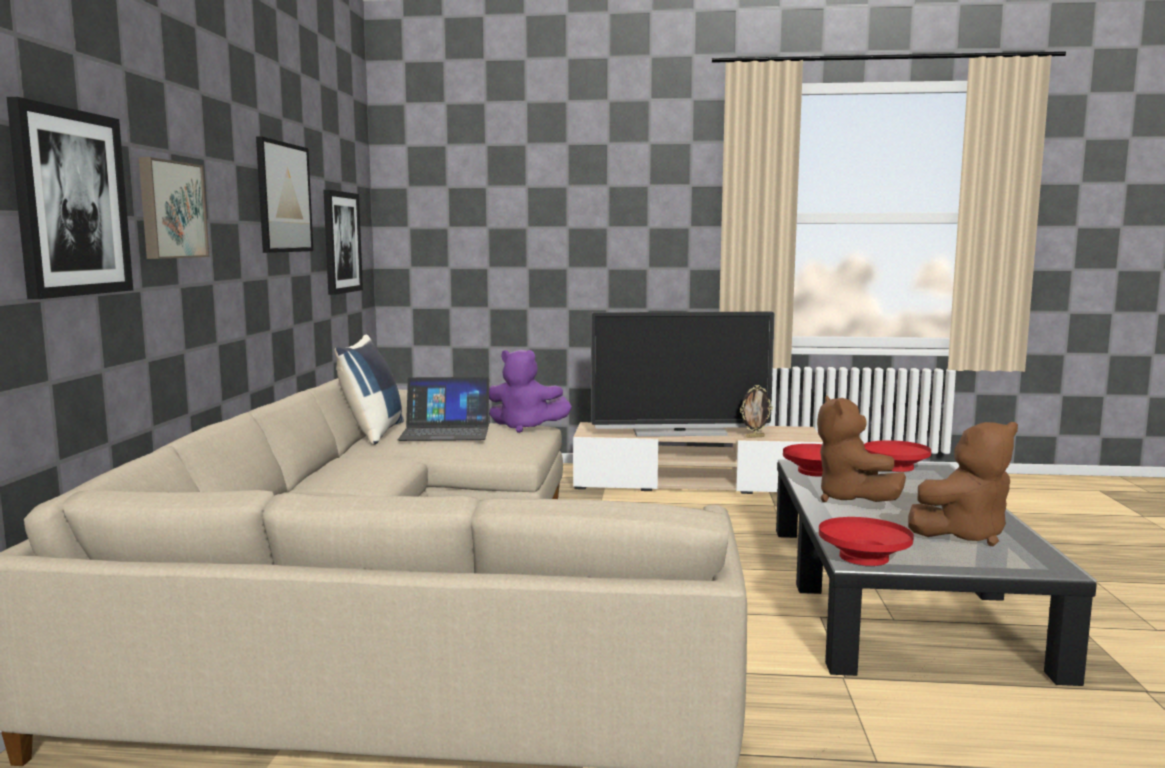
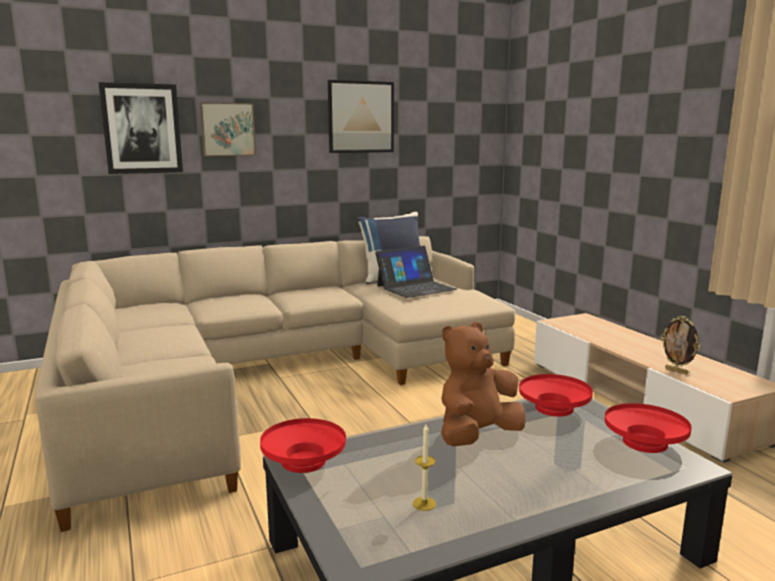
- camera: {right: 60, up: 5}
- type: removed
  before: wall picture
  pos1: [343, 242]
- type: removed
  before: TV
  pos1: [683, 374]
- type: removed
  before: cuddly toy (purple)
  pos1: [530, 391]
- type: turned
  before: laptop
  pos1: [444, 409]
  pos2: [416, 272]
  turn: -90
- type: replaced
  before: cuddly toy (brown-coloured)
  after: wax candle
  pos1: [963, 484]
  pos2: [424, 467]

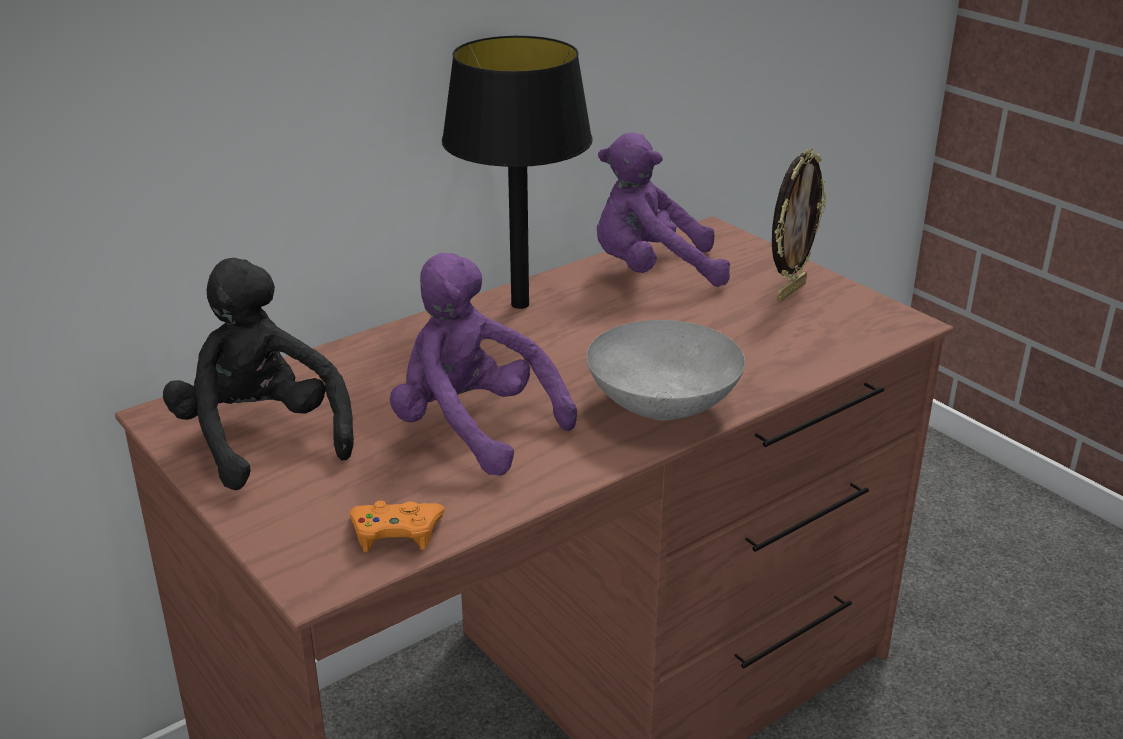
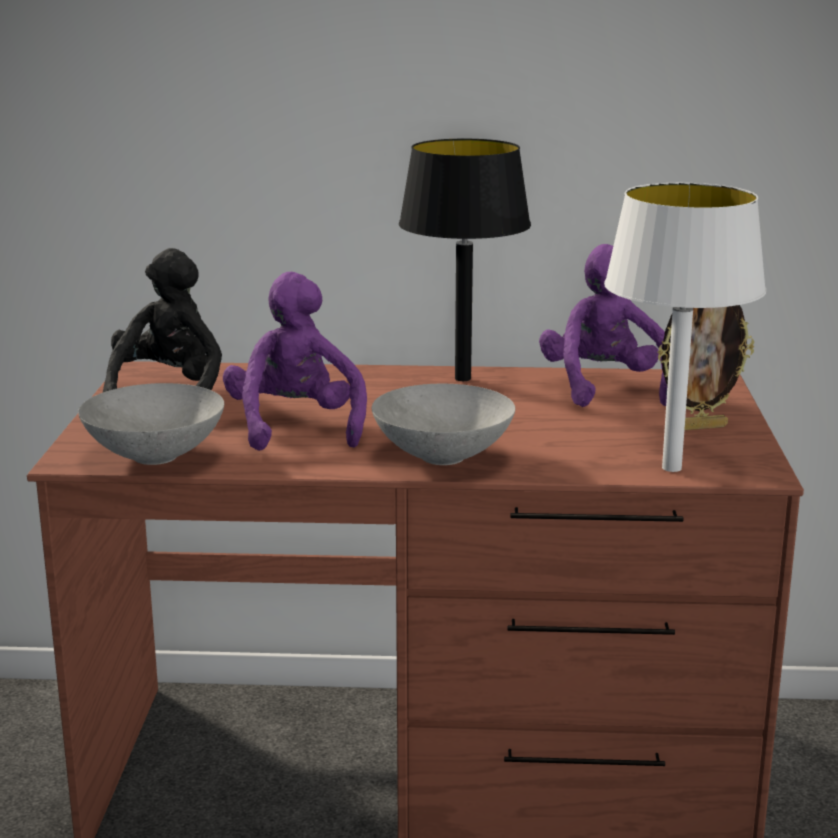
- camera: {right: 40, up: -10}
- type: turned
  before: cuddly toy (purple)
  pos1: [663, 209]
  pos2: [603, 325]
  turn: 45
- type: replaced
  before: gamepad (orange)
  after: bowl (greyish)
  pos1: [397, 526]
  pos2: [151, 424]
- type: added
  after: lamp for a table (whitish)
  pos2: [685, 327]

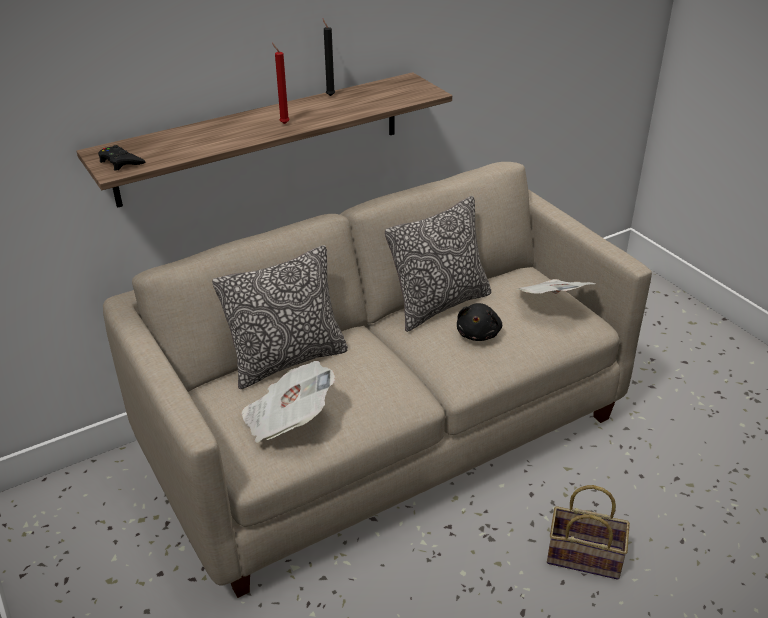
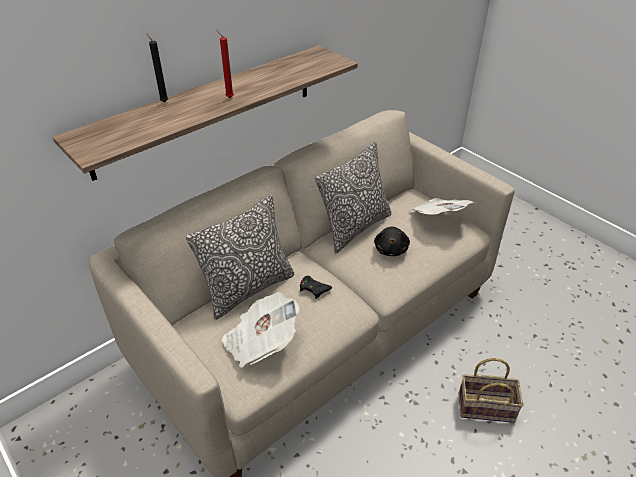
- camera: {right: -10, up: 5}
- type: moved
  before: wax candle (black)
  pos1: [328, 57]
  pos2: [157, 67]
- type: moved
  before: gamepad (black)
  pos1: [121, 158]
  pos2: [316, 287]

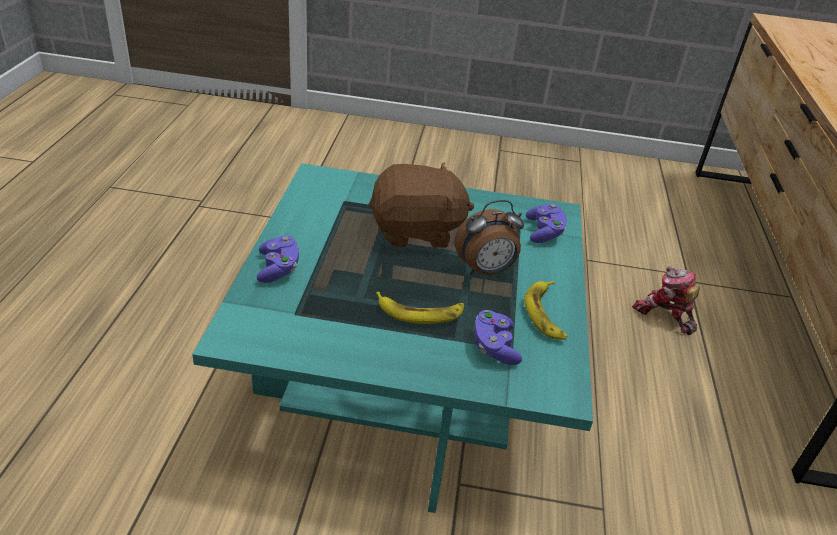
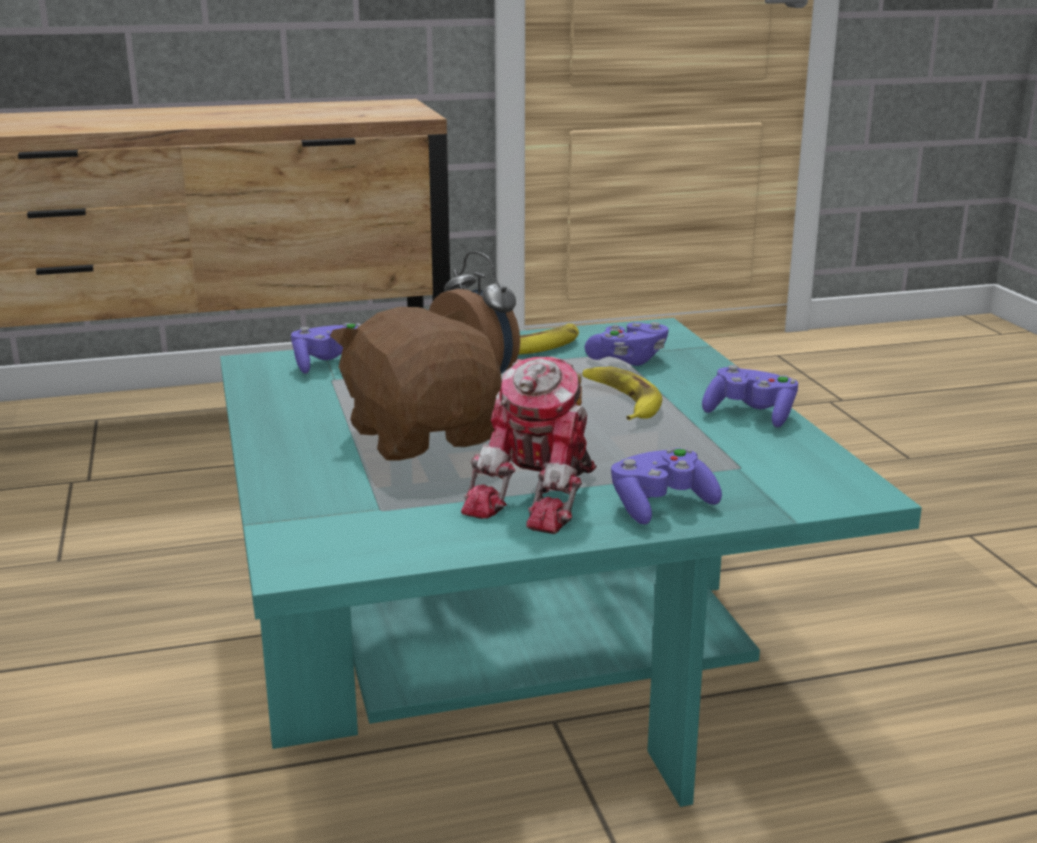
- camera: {right: -110, up: -15}
- type: moved
  before: robot figure
  pos1: [666, 300]
  pos2: [529, 445]
- type: added
  after: gamepad (purple)
  pos2: [750, 396]

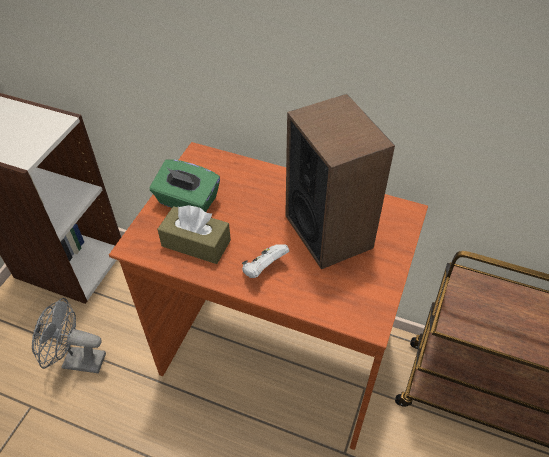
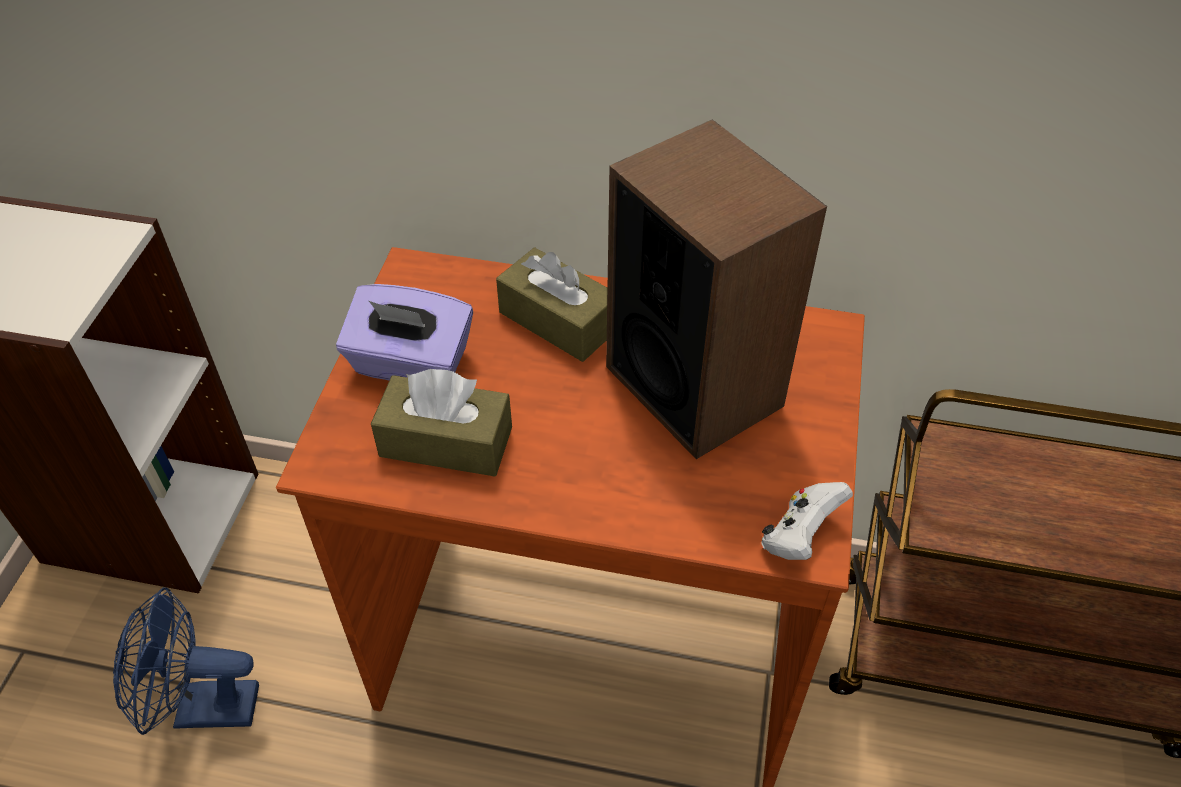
- camera: {right: -10, up: 0}
- type: recoloured
  before: box of tissues (green)
  after: box of tissues (purple)
  pos1: [185, 185]
  pos2: [404, 332]
- type: moved
  before: gamepad (whitish)
  pos1: [265, 261]
  pos2: [807, 521]
- type: recoloured
  before: cooling fan (greyish)
  after: cooling fan (blue-coloured)
  pos1: [69, 335]
  pos2: [186, 661]
- type: added
  after: box of tissues (brown-coloured)
  pos2: [551, 304]

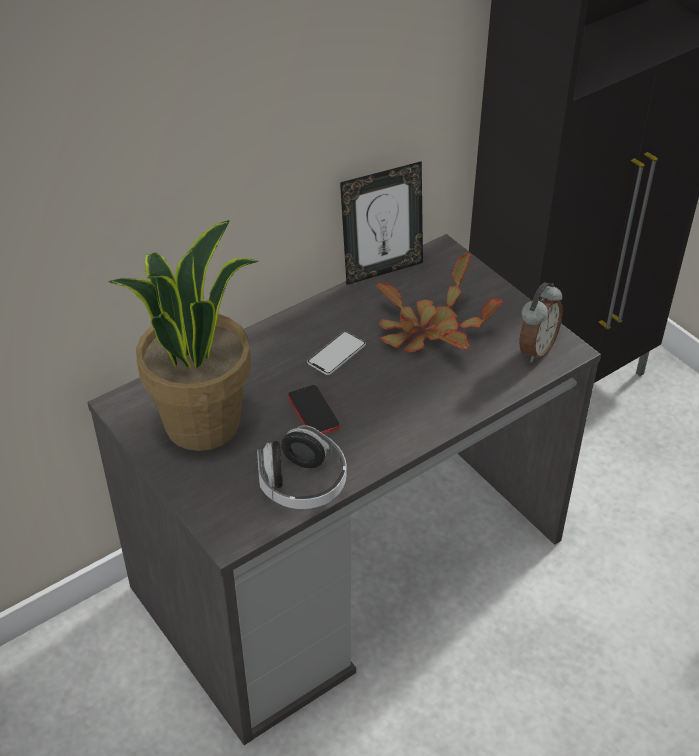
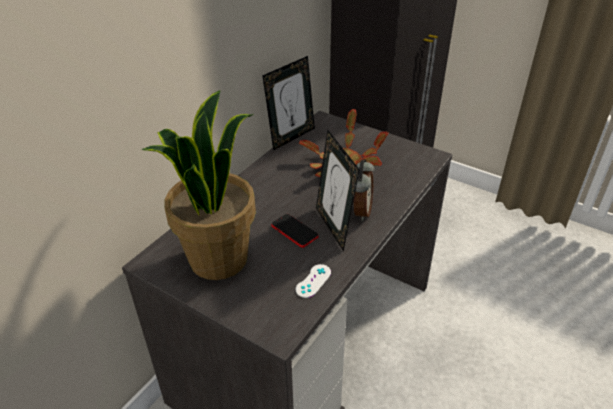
- camera: {right: -20, up: -5}
- type: moved
  before: alarm clock
  pos1: [541, 322]
  pos2: [363, 190]
- type: removed
  before: phone
  pos1: [336, 353]
- type: replaced
  before: headset
  after: gamepad (whitish)
  pos1: [301, 467]
  pos2: [313, 281]
- type: added
  after: photo frame
  pos2: [338, 190]

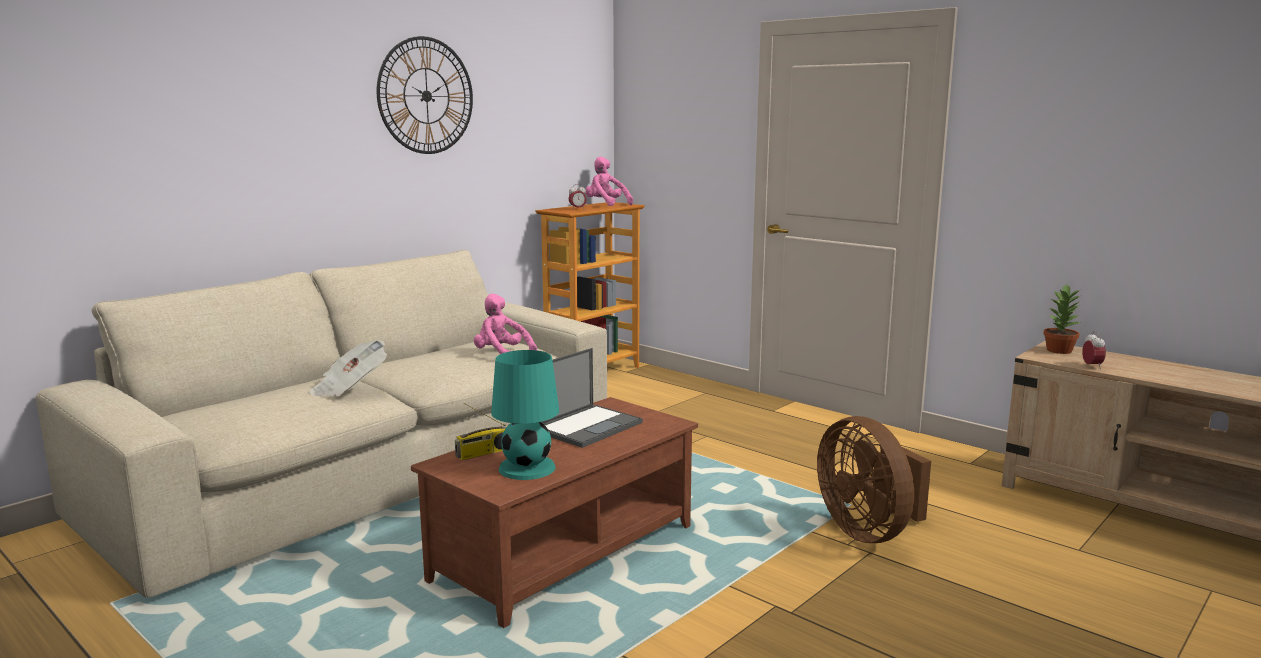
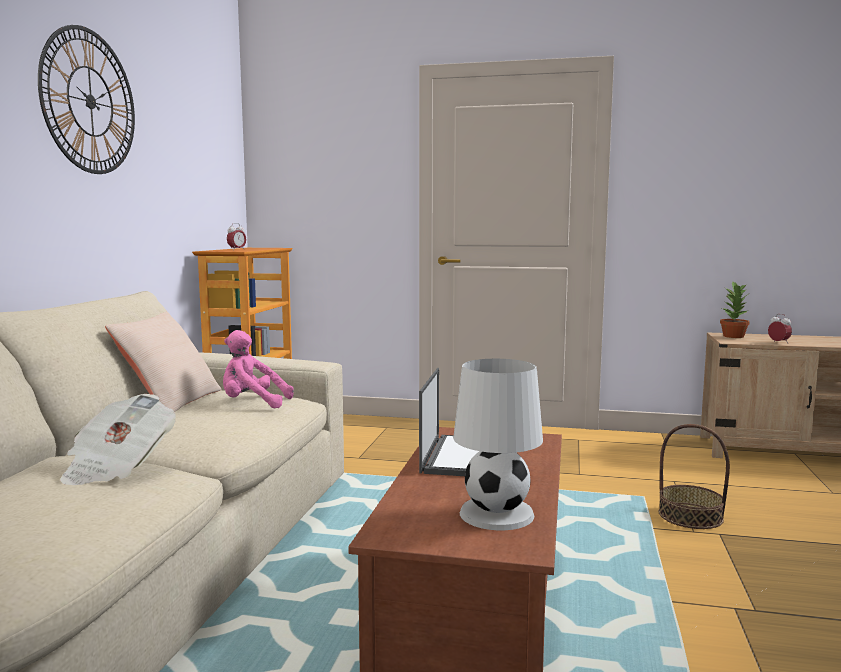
- camera: {right: -30, up: -5}
- type: removed
  before: cuddly toy (pink)
  pos1: [609, 181]
- type: recoloured
  before: lamp for a table (blue-green)
  after: lamp for a table (whitish)
  pos1: [525, 415]
  pos2: [498, 444]
- type: removed
  before: radio set
  pos1: [481, 431]
- type: replaced
  before: cooling fan (brown-coloured)
  after: basket
  pos1: [874, 479]
  pos2: [694, 476]
- type: added
  after: pillow (sand-coloured)
  pos2: [163, 362]

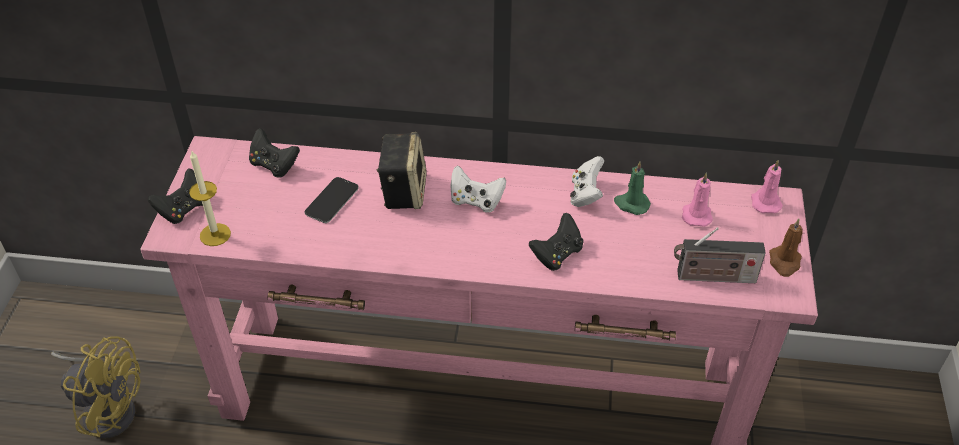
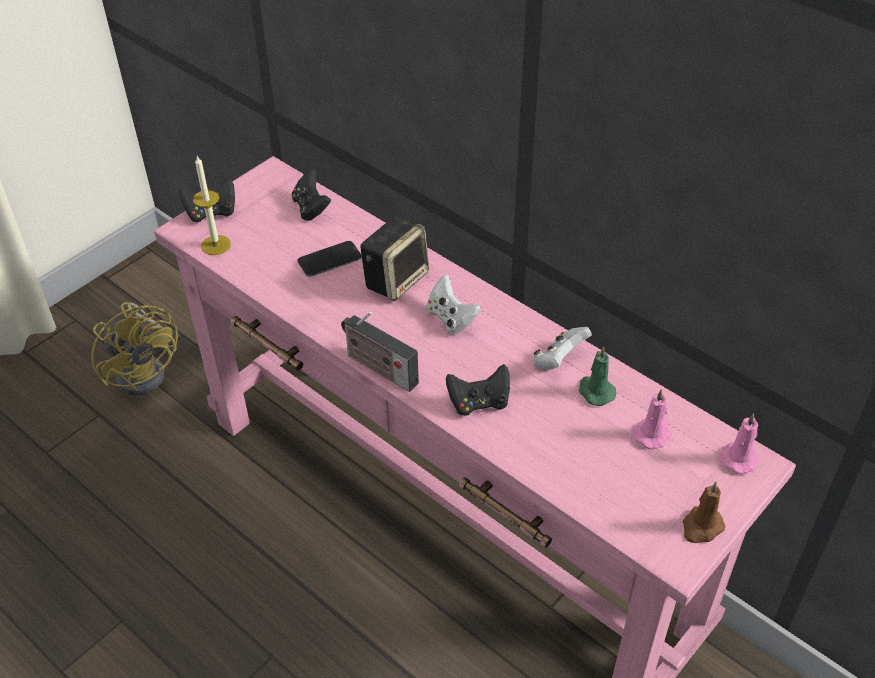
- camera: {right: 35, up: 0}
- type: moved
  before: radio set
  pos1: [720, 255]
  pos2: [380, 352]

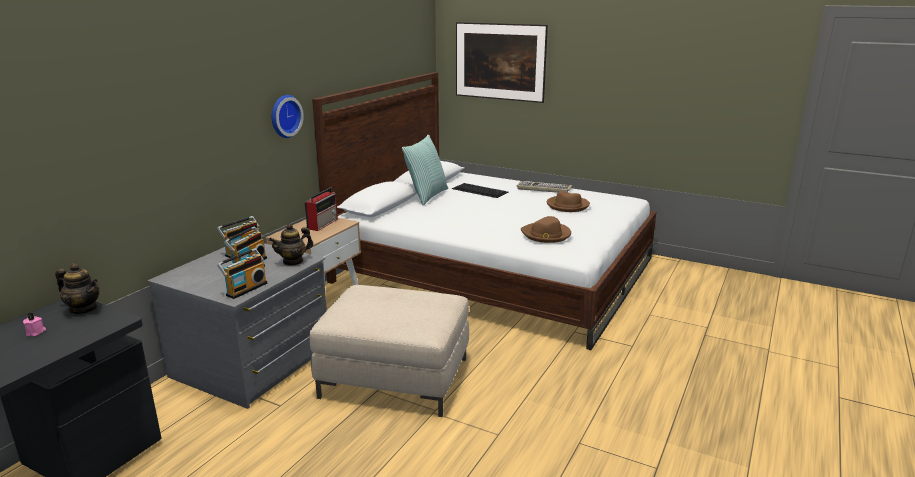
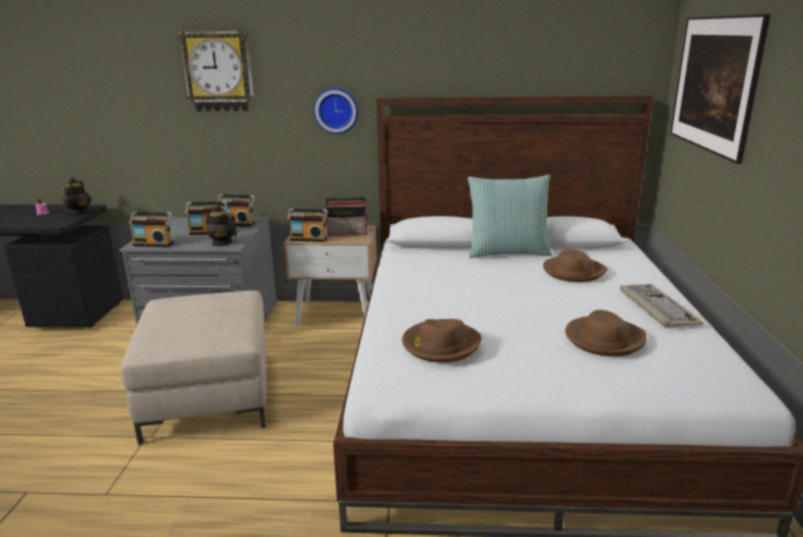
- camera: {right: 65, up: 0}
- type: replaced
  before: keyboard
  after: clothing hat (brown-coloured)
  pos1: [480, 190]
  pos2: [575, 265]
- type: added
  after: clock on the wall
  pos2: [216, 71]
- type: added
  after: radio set
  pos2: [307, 225]

